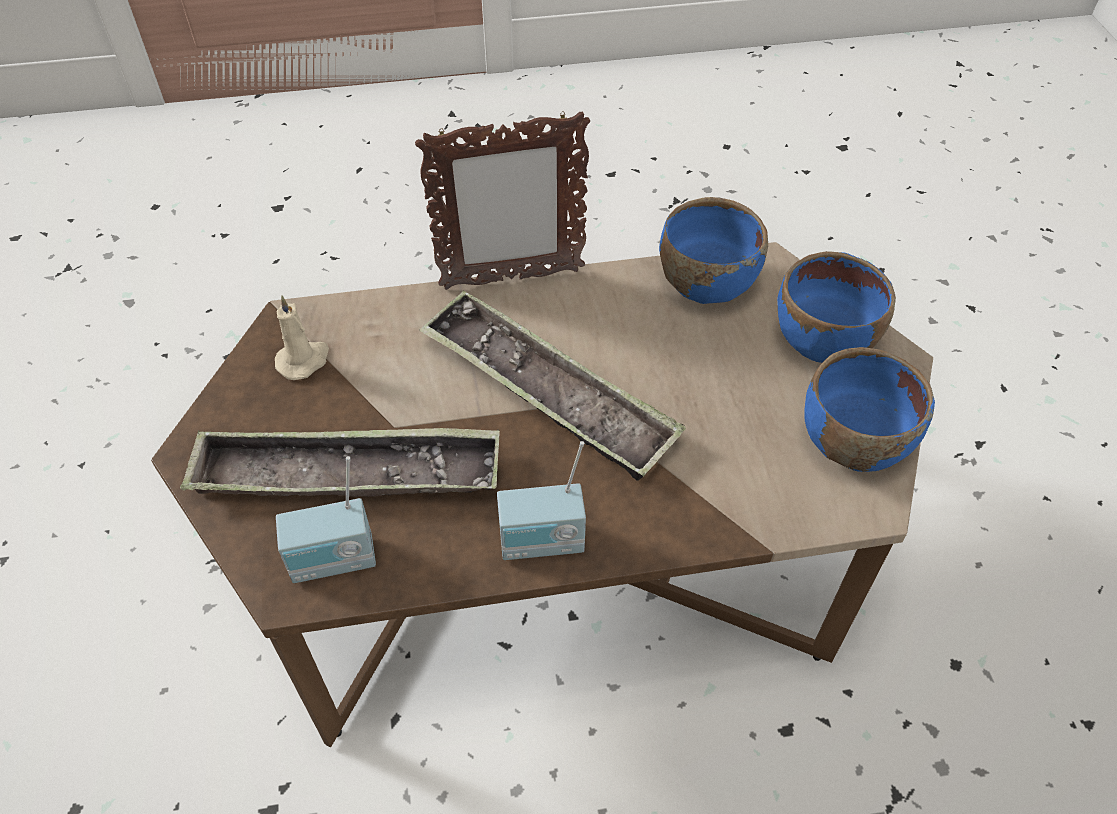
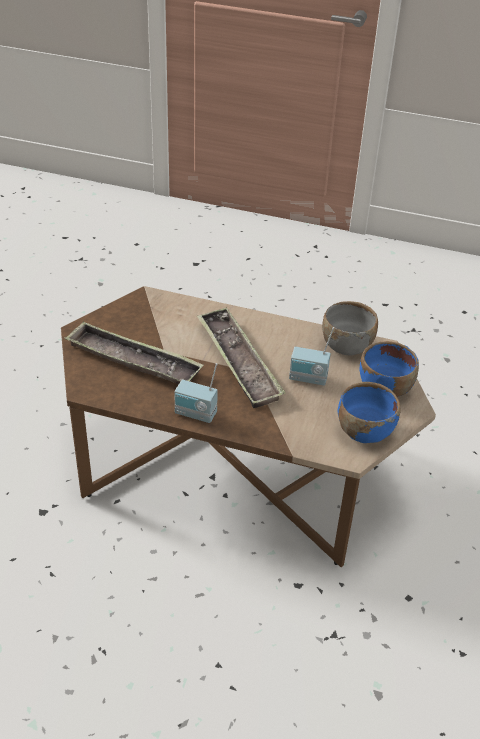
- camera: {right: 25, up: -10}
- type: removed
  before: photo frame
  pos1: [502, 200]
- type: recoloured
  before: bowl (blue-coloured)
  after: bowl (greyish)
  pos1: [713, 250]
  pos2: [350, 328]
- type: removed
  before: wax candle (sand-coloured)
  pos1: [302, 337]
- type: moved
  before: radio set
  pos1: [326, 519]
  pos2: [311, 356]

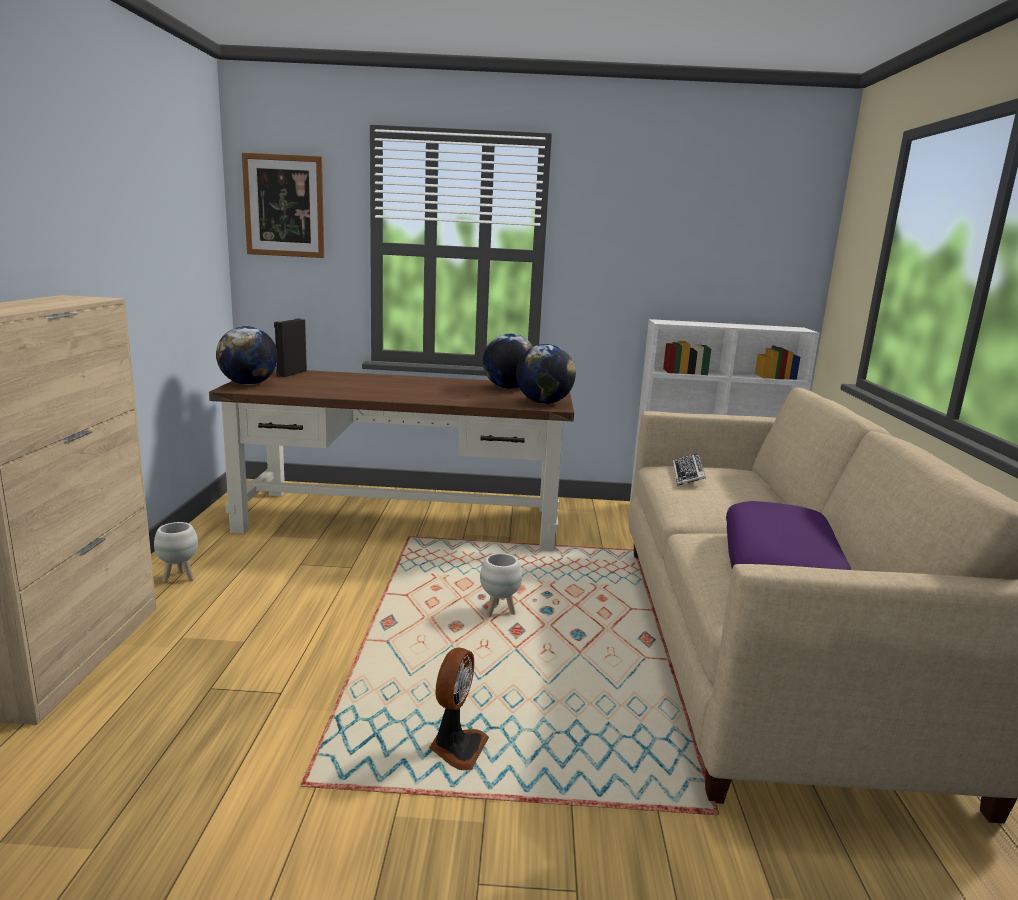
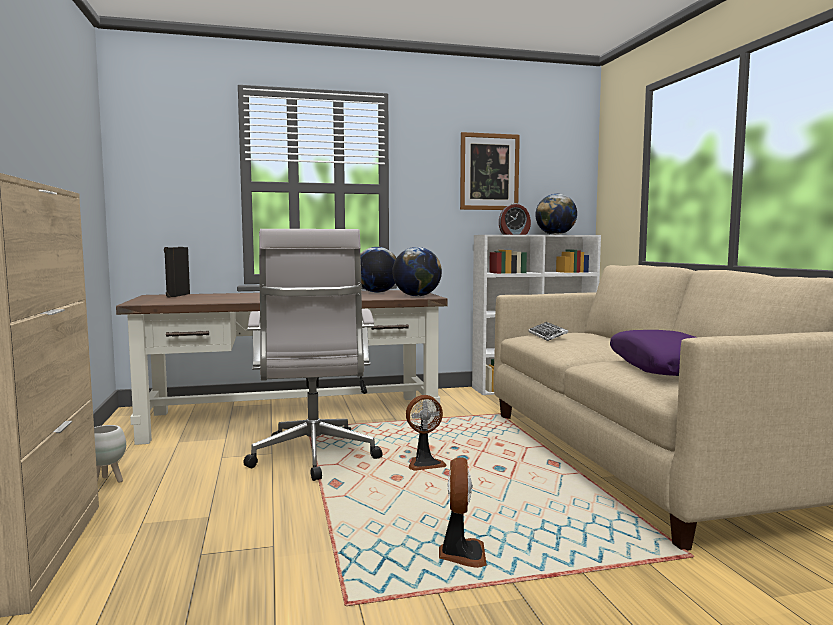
- camera: {right: -15, up: -10}
- type: moved
  before: wall picture
  pos1: [283, 205]
  pos2: [490, 171]
- type: moved
  before: desk globe
  pos1: [247, 355]
  pos2: [556, 214]
- type: replaced
  before: flower pot (whitish)
  after: cooling fan
  pos1: [501, 585]
  pos2: [426, 433]
- type: added
  after: alarm clock
  pos2: [515, 219]
- type: added
  after: office chair (whitish)
  pos2: [312, 355]

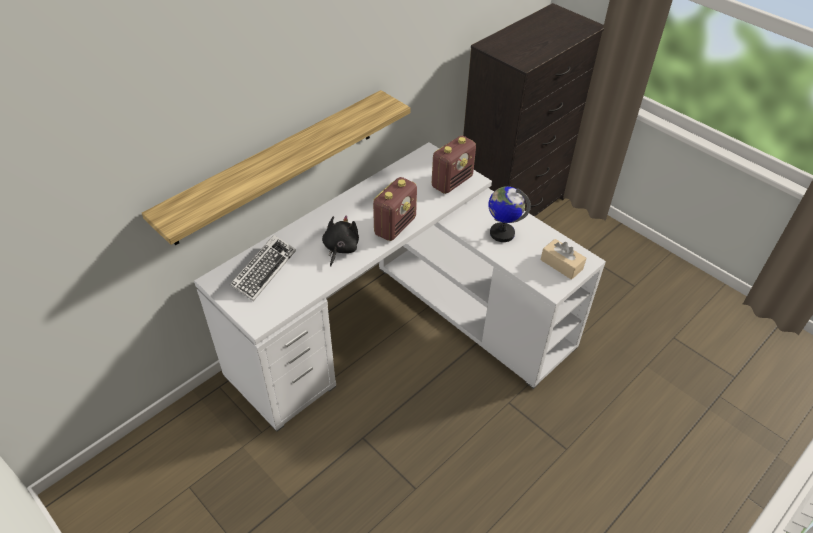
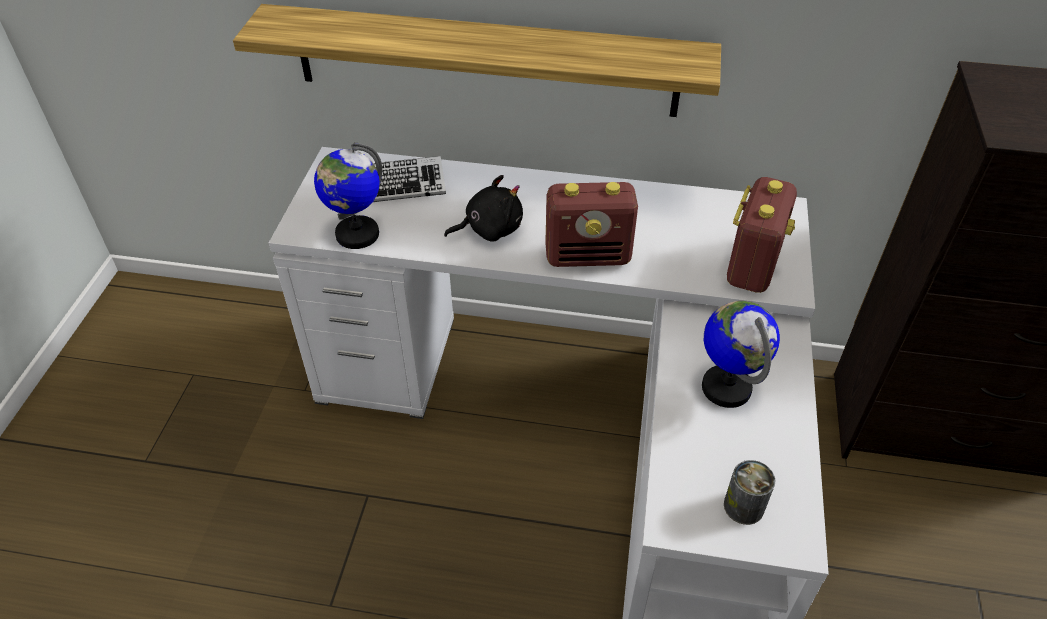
- camera: {right: 55, up: 0}
- type: turned
  before: radio set
  pos1: [454, 165]
  pos2: [762, 235]
  turn: -75
- type: replaced
  before: box of tissues (sand-coloured)
  after: metal can
  pos1: [563, 259]
  pos2: [750, 492]
- type: added
  after: desk globe
  pos2: [348, 196]

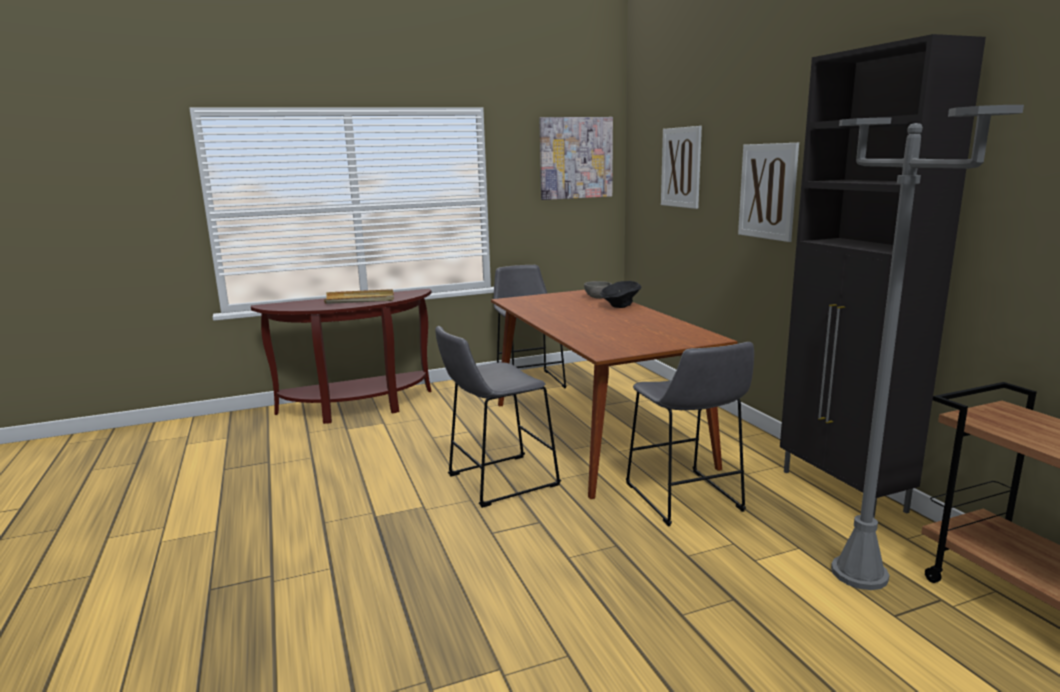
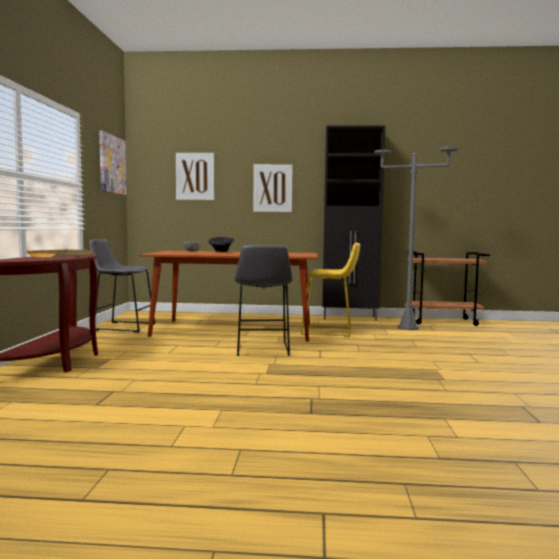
- camera: {right: -65, up: -10}
- type: recoloured
  before: sitting stool (greyish)
  after: sitting stool (yellow)
  pos1: [690, 434]
  pos2: [330, 290]

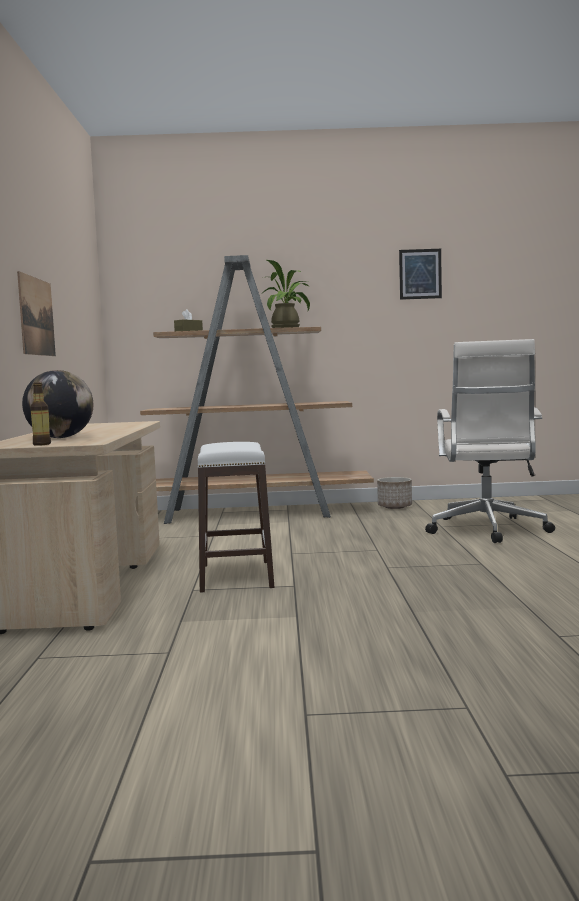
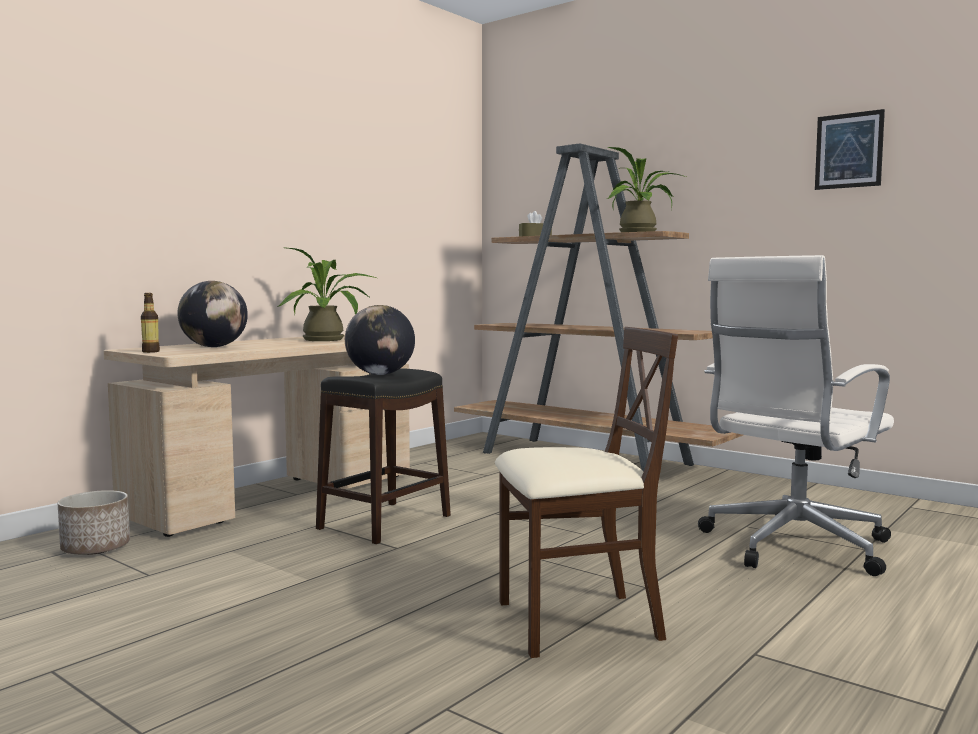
- camera: {right: 40, up: 0}
- type: removed
  before: wall picture
  pos1: [36, 313]
- type: recoloured
  before: sitting stool (whitish)
  after: sitting stool (black)
  pos1: [236, 517]
  pos2: [383, 456]
- type: moved
  before: flower pot
  pos1: [394, 493]
  pos2: [94, 522]
- type: added
  after: plant in a pot
  pos2: [326, 294]
- type: added
  after: desk globe
  pos2: [380, 340]
- type: added
  after: plain chair (sand-coloured)
  pos2: [586, 492]

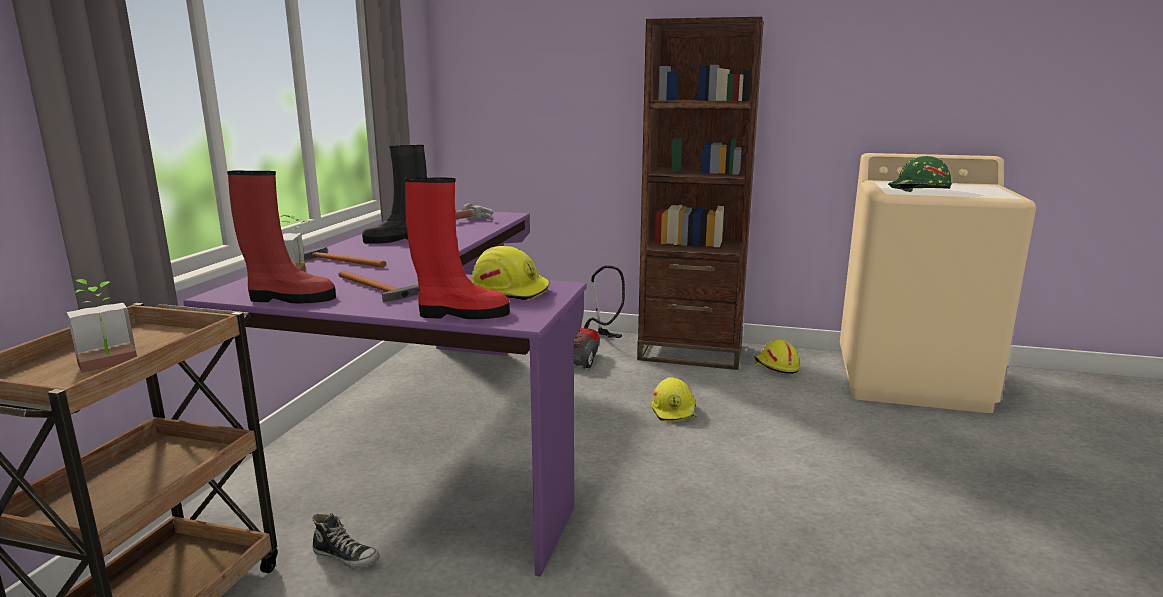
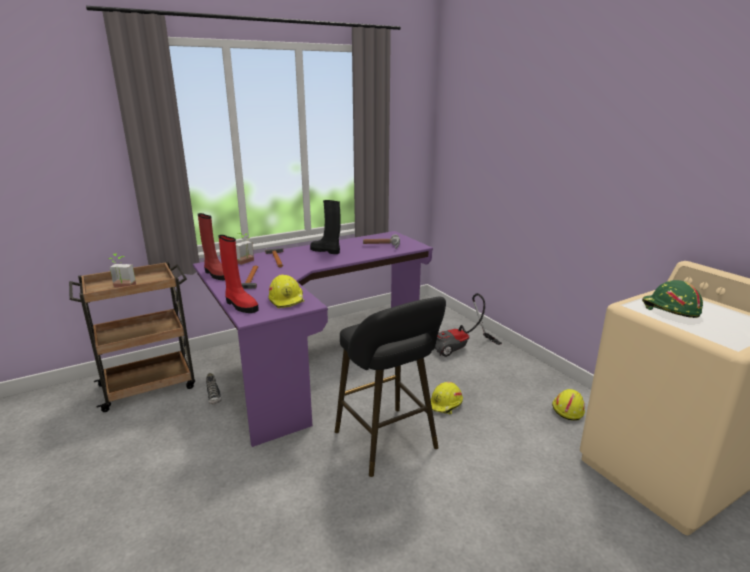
- camera: {right: 45, up: 5}
- type: removed
  before: bookcase (brown-coloured)
  pos1: [700, 193]
- type: added
  after: sitting stool (black)
  pos2: [390, 386]

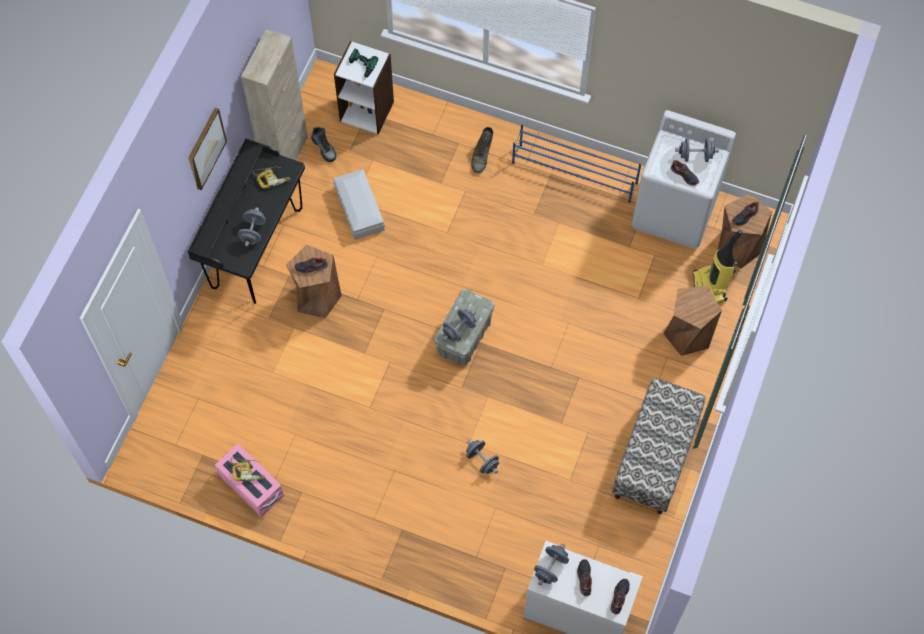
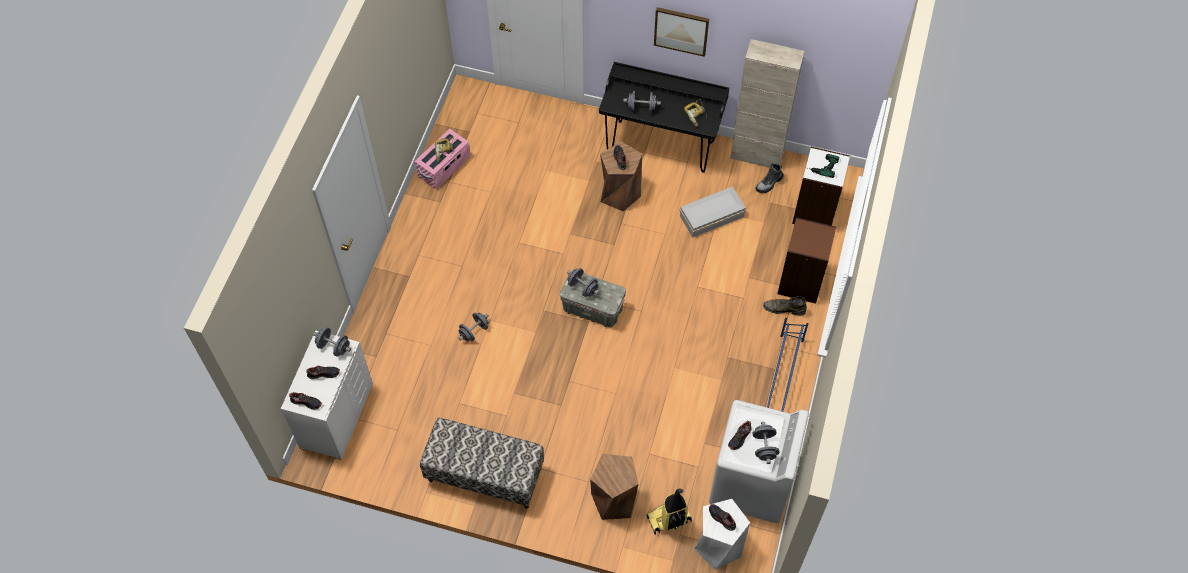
- camera: {right: 85, up: -5}
- type: recoloured
  before: sitting stool (brown-coloured)
  after: sitting stool (whitish)
  pos1: [744, 231]
  pos2: [722, 534]
- type: added
  after: bookcase (brown-coloured)
  pos2: [806, 260]

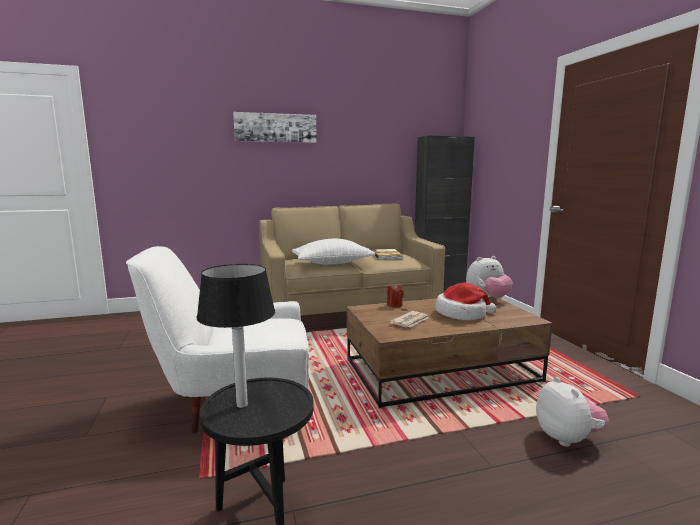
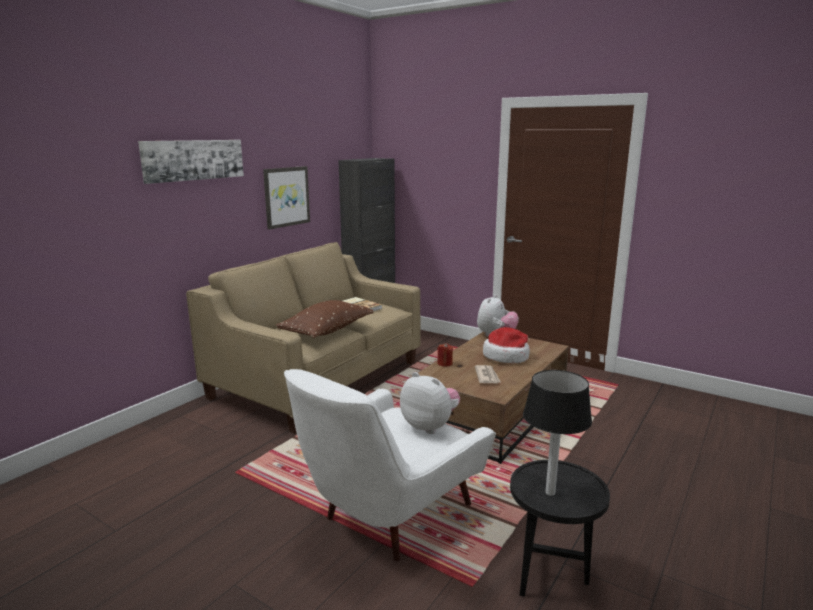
- camera: {right: -40, up: 5}
- type: recoloured
  before: pillow (whitish)
  after: pillow (brown-coloured)
  pos1: [333, 252]
  pos2: [325, 319]
- type: moved
  before: cuddly toy
  pos1: [572, 412]
  pos2: [430, 403]
- type: added
  after: wall picture
  pos2: [286, 198]

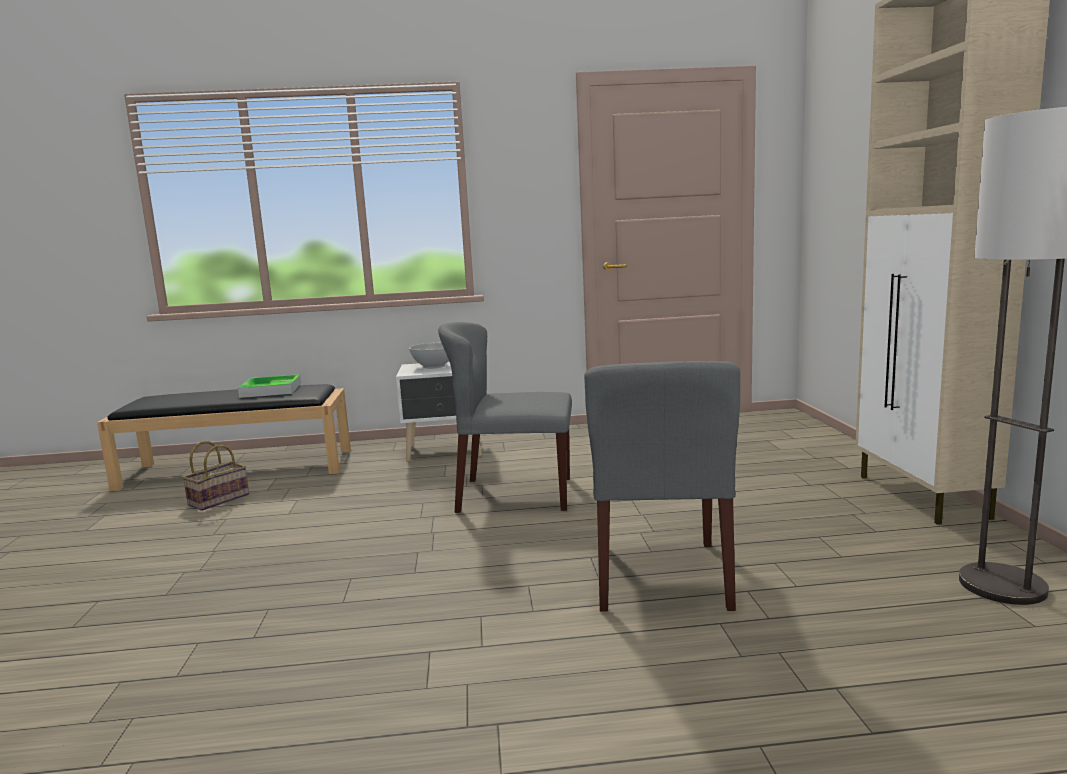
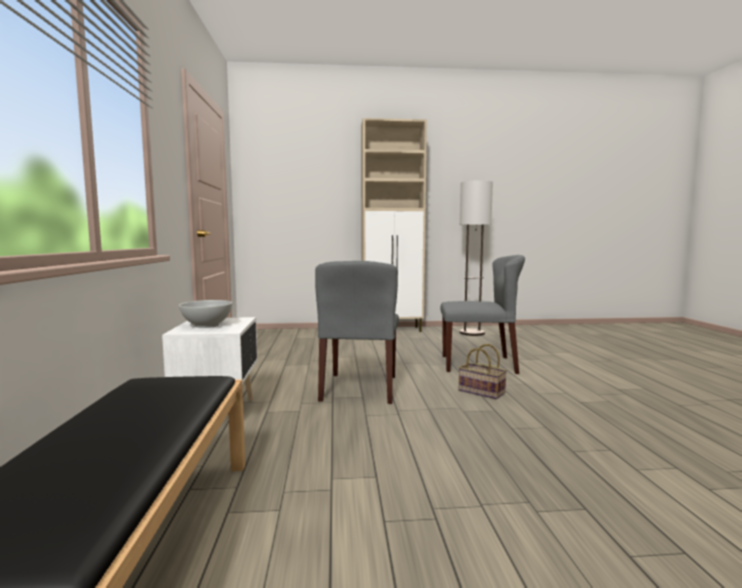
- camera: {right: -90, up: -5}
- type: removed
  before: serving tray
  pos1: [269, 386]
- type: moved
  before: basket
  pos1: [215, 476]
  pos2: [482, 371]

